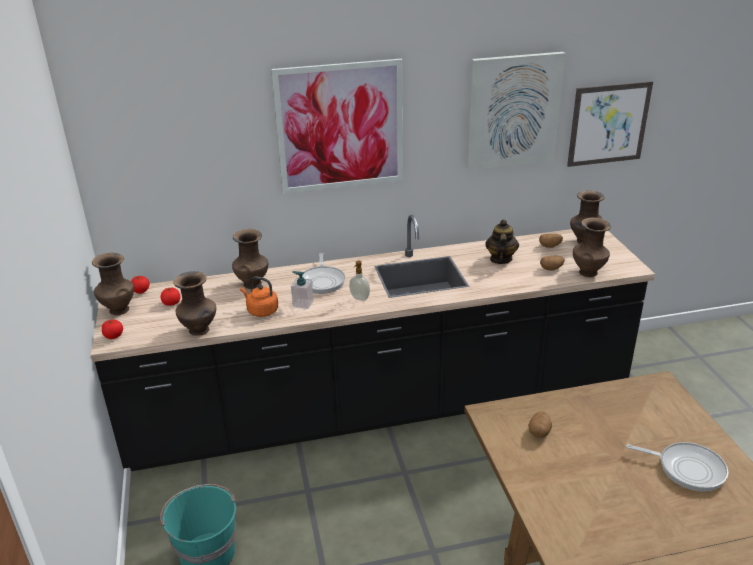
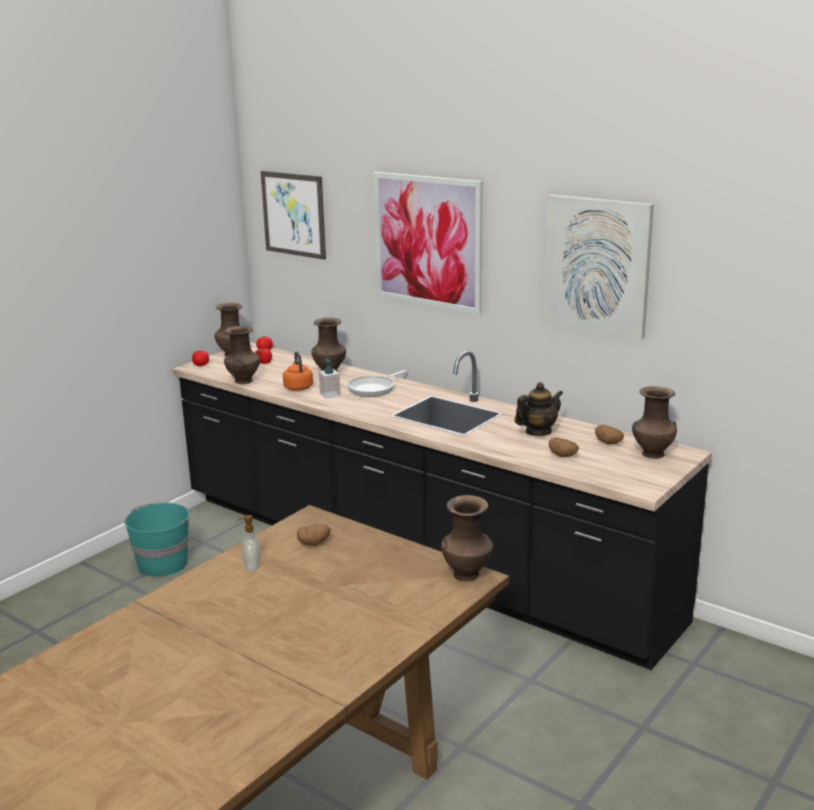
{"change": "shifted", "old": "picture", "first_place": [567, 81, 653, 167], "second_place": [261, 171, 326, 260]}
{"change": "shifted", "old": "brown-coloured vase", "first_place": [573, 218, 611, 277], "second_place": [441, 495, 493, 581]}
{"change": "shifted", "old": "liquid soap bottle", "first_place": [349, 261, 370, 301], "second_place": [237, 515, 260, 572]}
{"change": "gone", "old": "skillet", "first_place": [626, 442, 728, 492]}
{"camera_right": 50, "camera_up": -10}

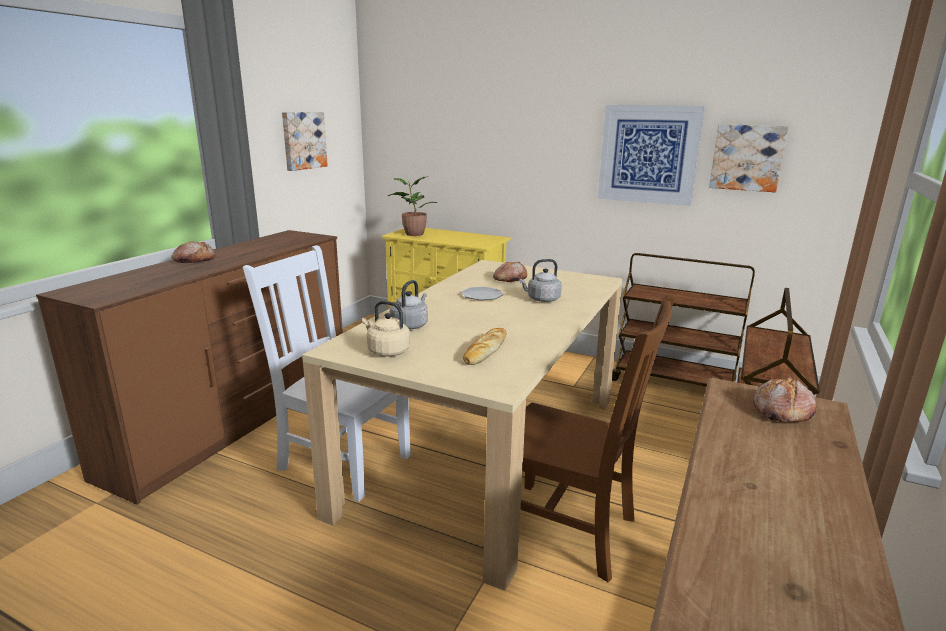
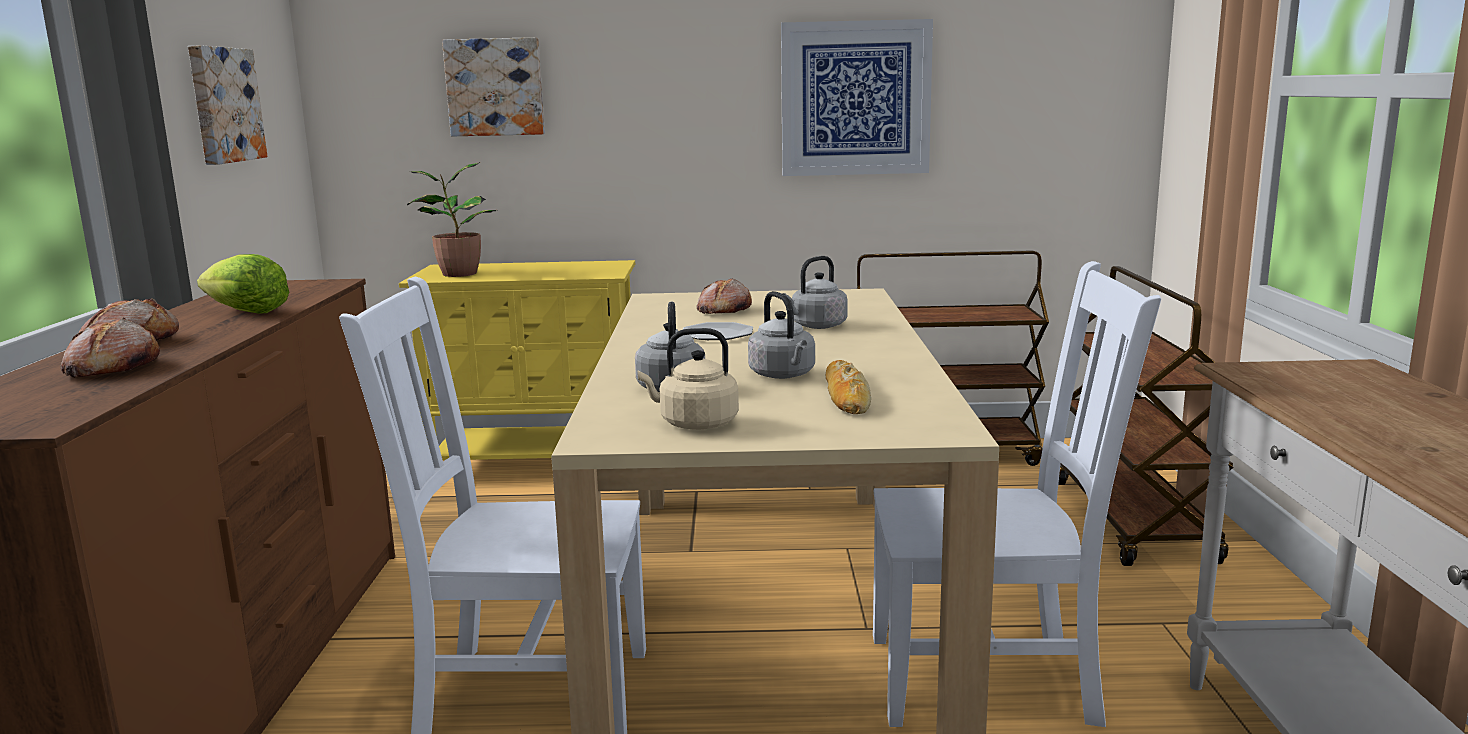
{"change": "shifted", "old": "picture", "first_place": [709, 124, 788, 192], "second_place": [442, 37, 545, 136]}
{"change": "repainted", "old": "brown-coloured chair", "new": "whitish chair", "first_place": [521, 294, 675, 582], "second_place": [873, 261, 1161, 727]}
{"change": "shifted", "old": "bakery bread", "first_place": [753, 376, 816, 422], "second_place": [61, 318, 160, 378]}
{"change": "new", "new": "lettuce head", "second_place": [197, 254, 289, 313]}
{"change": "new", "new": "gray water kettle", "second_place": [748, 291, 815, 379]}
{"camera_right": -25, "camera_up": -5}

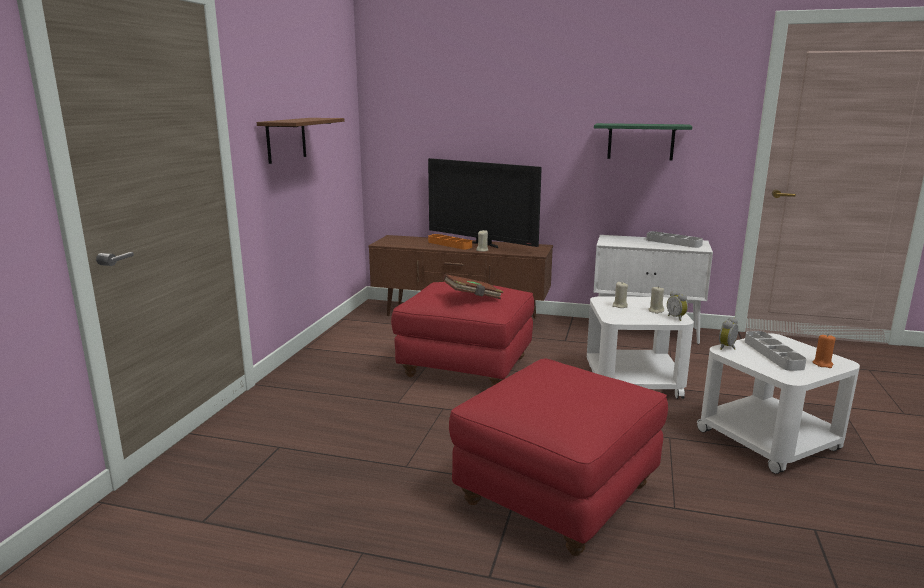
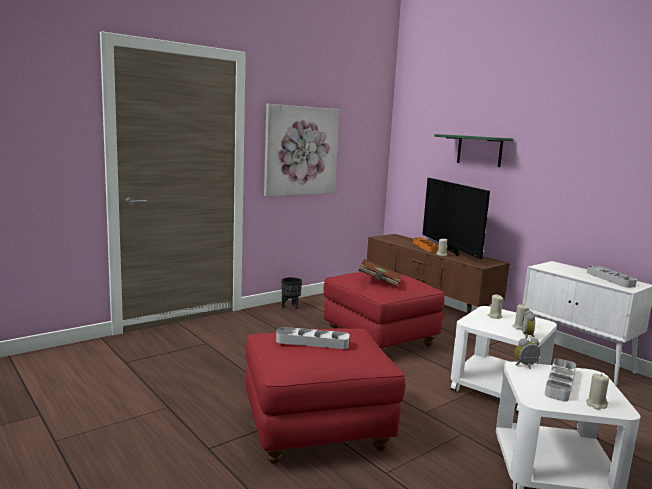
{"change": "swapped", "old": "brown-coloured wall shelf", "new": "picture", "first_place": [257, 118, 345, 164], "second_place": [264, 104, 339, 196]}
{"change": "shifted", "old": "green-coloured wall shelf", "first_place": [594, 123, 692, 160], "second_place": [434, 134, 513, 167]}
{"change": "repainted", "old": "orangey wax candle", "new": "beige-coloured wax candle", "first_place": [813, 334, 836, 368], "second_place": [586, 373, 609, 410]}
{"change": "new", "new": "blackish planter", "second_place": [282, 277, 302, 309]}
{"change": "new", "new": "gray tray", "second_place": [276, 327, 350, 349]}
{"camera_right": 35, "camera_up": -5}

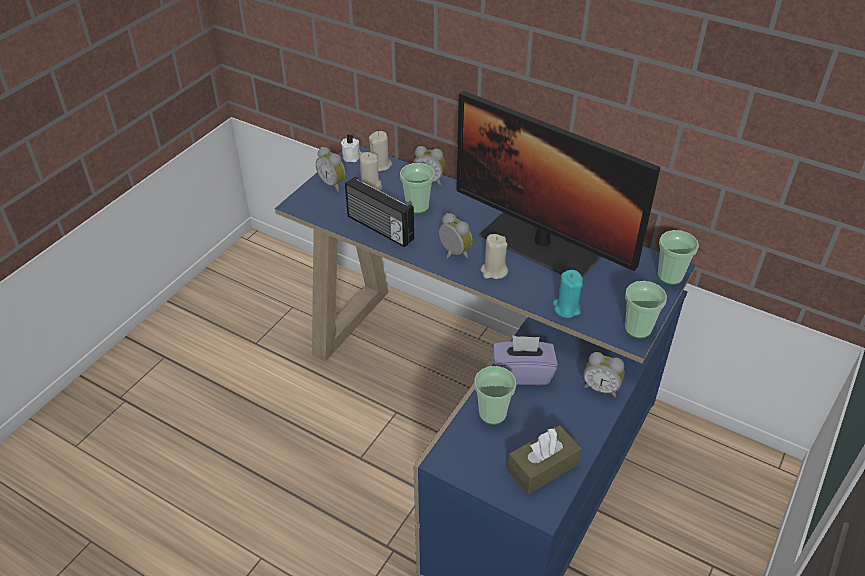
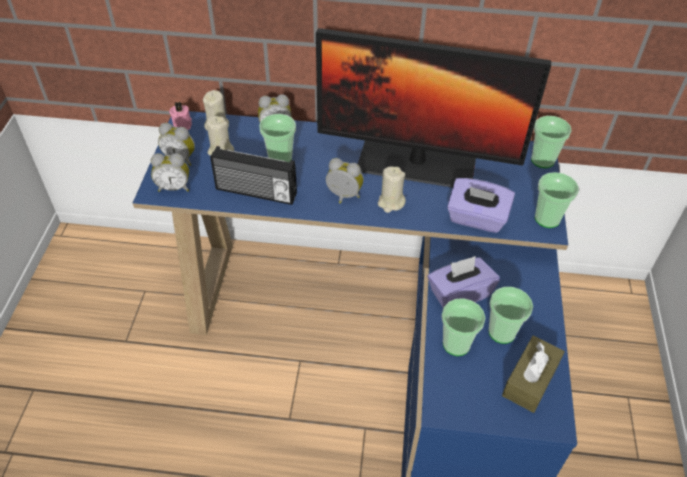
{"change": "repainted", "old": "whitish wax candle", "new": "pink-coloured wax candle", "first_place": [341, 134, 362, 162], "second_place": [169, 102, 192, 130]}
{"change": "swapped", "old": "blue-green wax candle", "new": "purplish tissue holder", "first_place": [553, 270, 583, 318], "second_place": [447, 178, 515, 233]}
{"change": "shifted", "old": "table clock", "first_place": [583, 352, 625, 397], "second_place": [151, 153, 189, 192]}
{"change": "new", "new": "drinking cup", "second_place": [488, 287, 533, 344]}
{"camera_right": -25, "camera_up": 5}

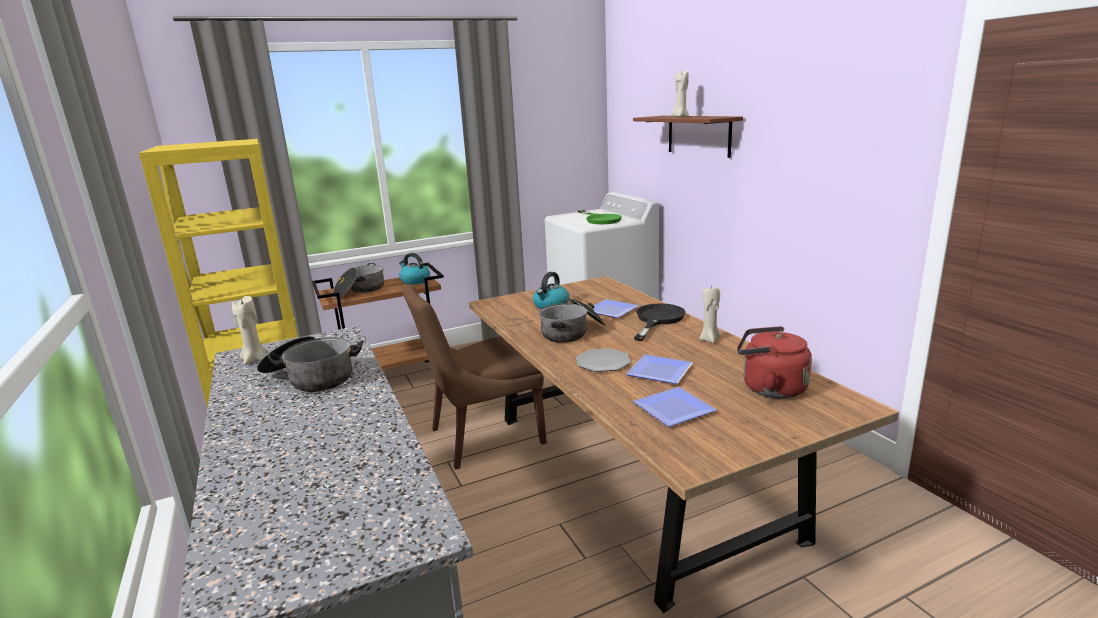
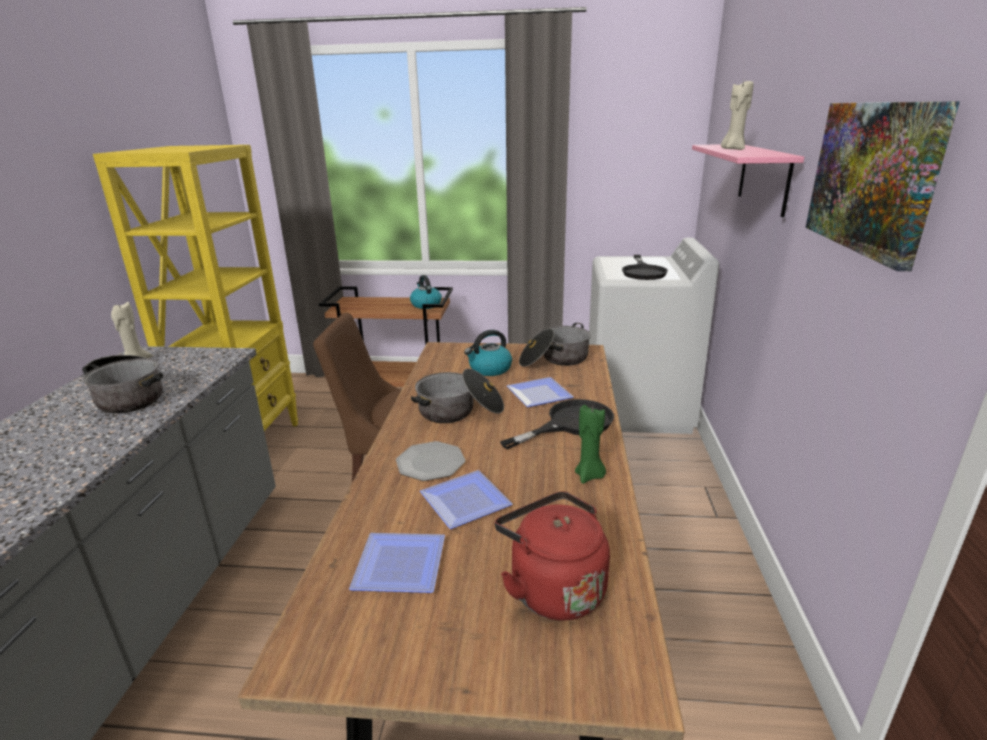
{"change": "repainted", "old": "brown-coloured wall shelf", "new": "pink-coloured wall shelf", "first_place": [633, 116, 743, 158], "second_place": [692, 144, 804, 217]}
{"change": "repainted", "old": "green-coloured skillet", "new": "blackish skillet", "first_place": [578, 210, 622, 224], "second_place": [622, 255, 668, 280]}
{"change": "shifted", "old": "stockpot", "first_place": [333, 263, 384, 298], "second_place": [519, 323, 591, 367]}
{"change": "repainted", "old": "beige-coloured wax candle", "new": "green-coloured wax candle", "first_place": [699, 284, 720, 343], "second_place": [575, 405, 606, 484]}
{"change": "new", "new": "picture", "second_place": [805, 101, 960, 271]}
{"camera_right": 30, "camera_up": 5}

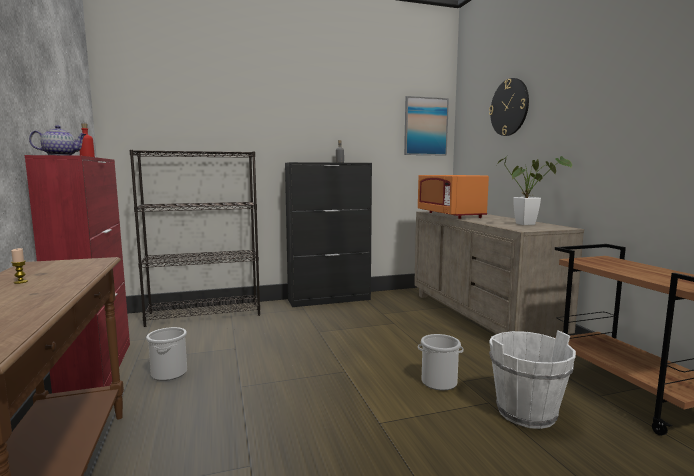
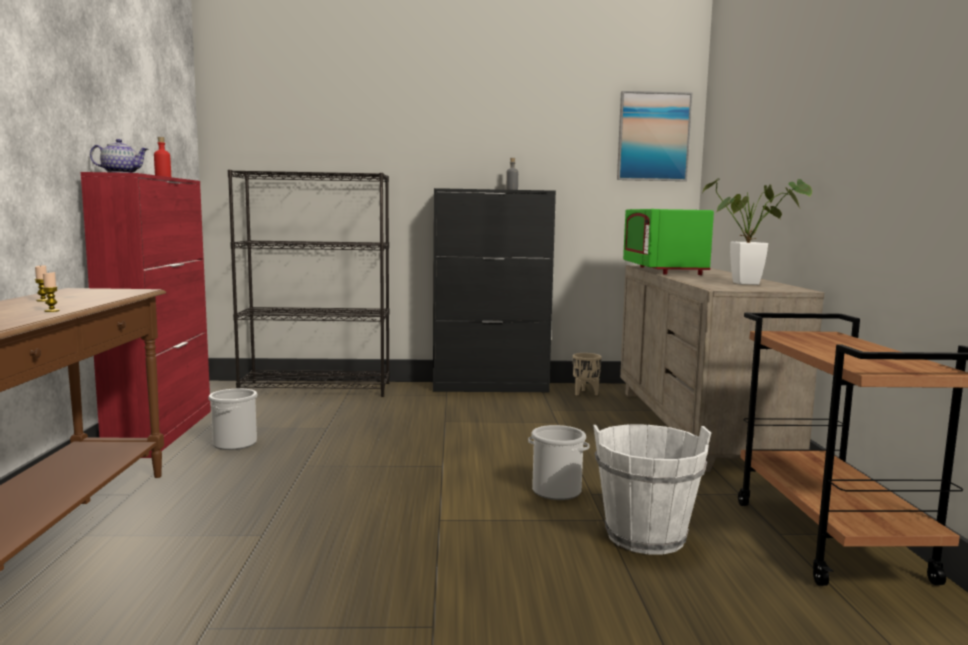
{"change": "gone", "old": "wall clock", "first_place": [489, 78, 529, 136]}
{"change": "repainted", "old": "orangey microwave", "new": "green-coloured microwave", "first_place": [418, 175, 489, 219], "second_place": [623, 209, 714, 275]}
{"change": "new", "new": "wax candle", "second_place": [42, 272, 60, 312]}
{"change": "new", "new": "beige-coloured planter", "second_place": [573, 353, 602, 395]}
{"camera_right": 15, "camera_up": 0}

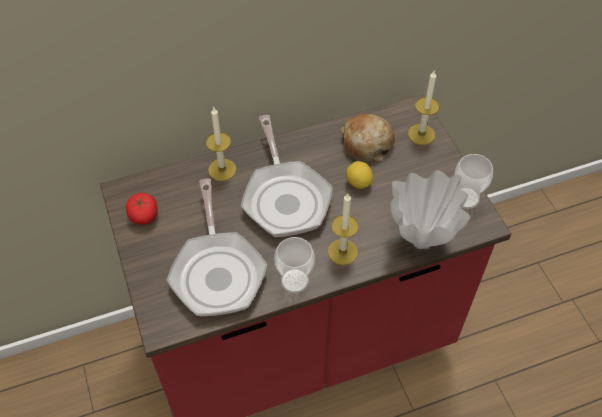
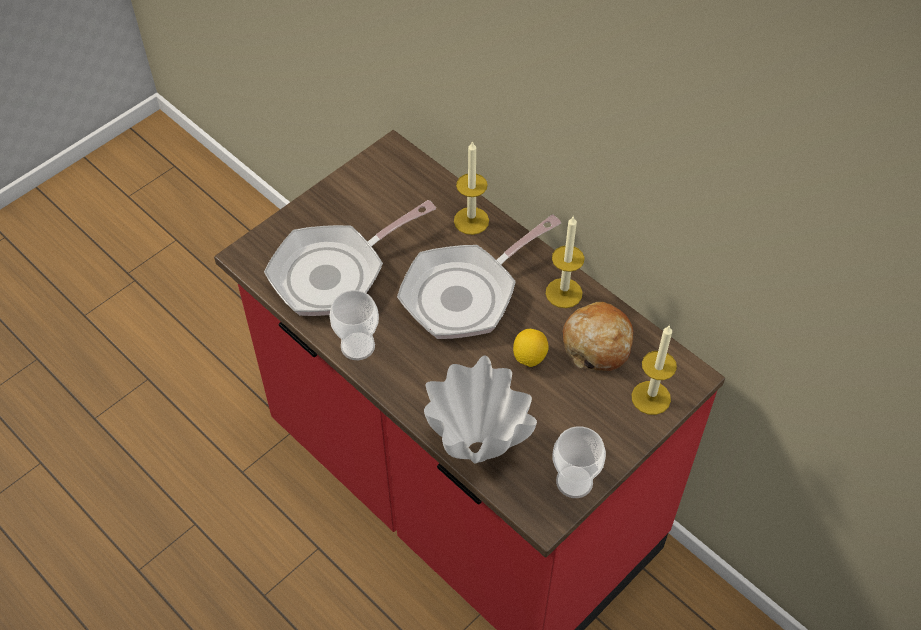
{"change": "gone", "old": "whole tomato", "first_place": [126, 193, 157, 225]}
{"change": "shifted", "old": "wax candle", "first_place": [328, 194, 359, 265], "second_place": [546, 216, 585, 308]}
{"camera_right": 65, "camera_up": 0}

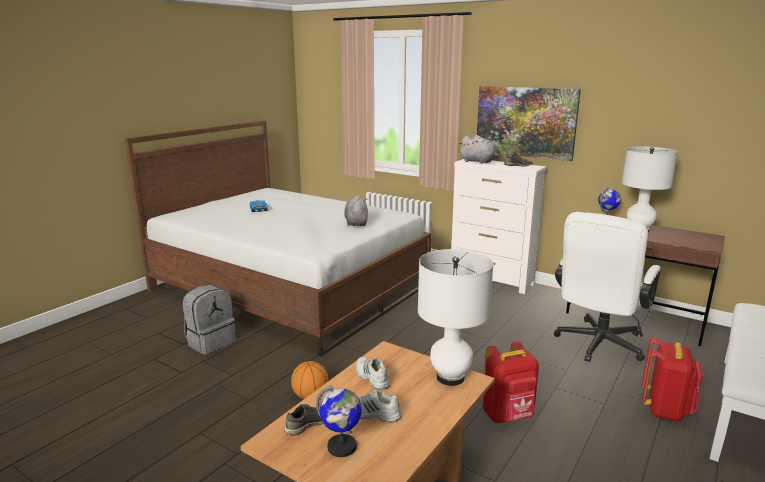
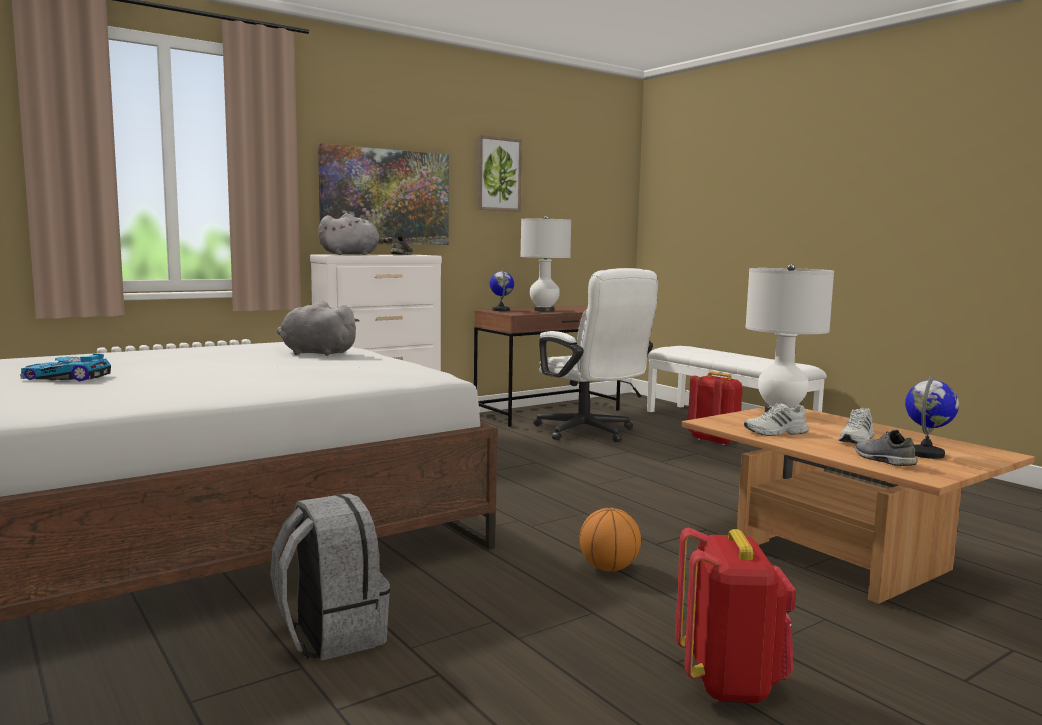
{"change": "shifted", "old": "reddish knapsack", "first_place": [483, 341, 539, 423], "second_place": [675, 528, 796, 703]}
{"change": "new", "new": "picture", "second_place": [477, 135, 522, 212]}
{"camera_right": -70, "camera_up": -10}

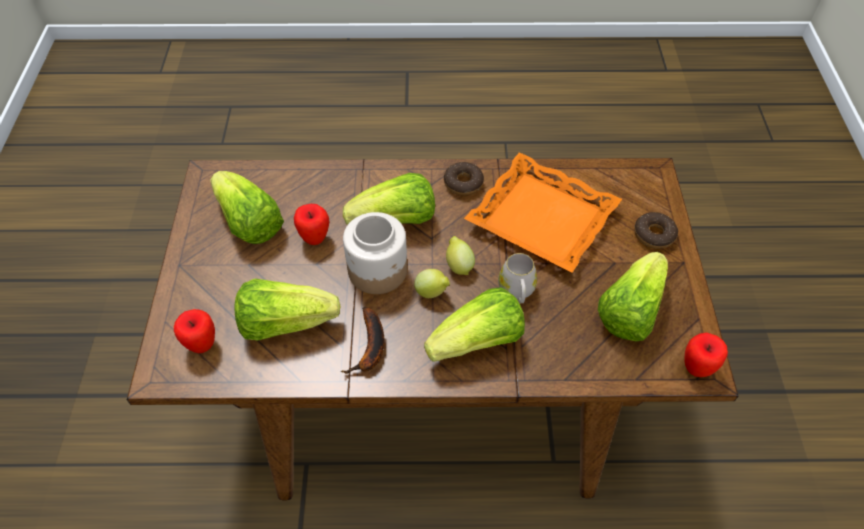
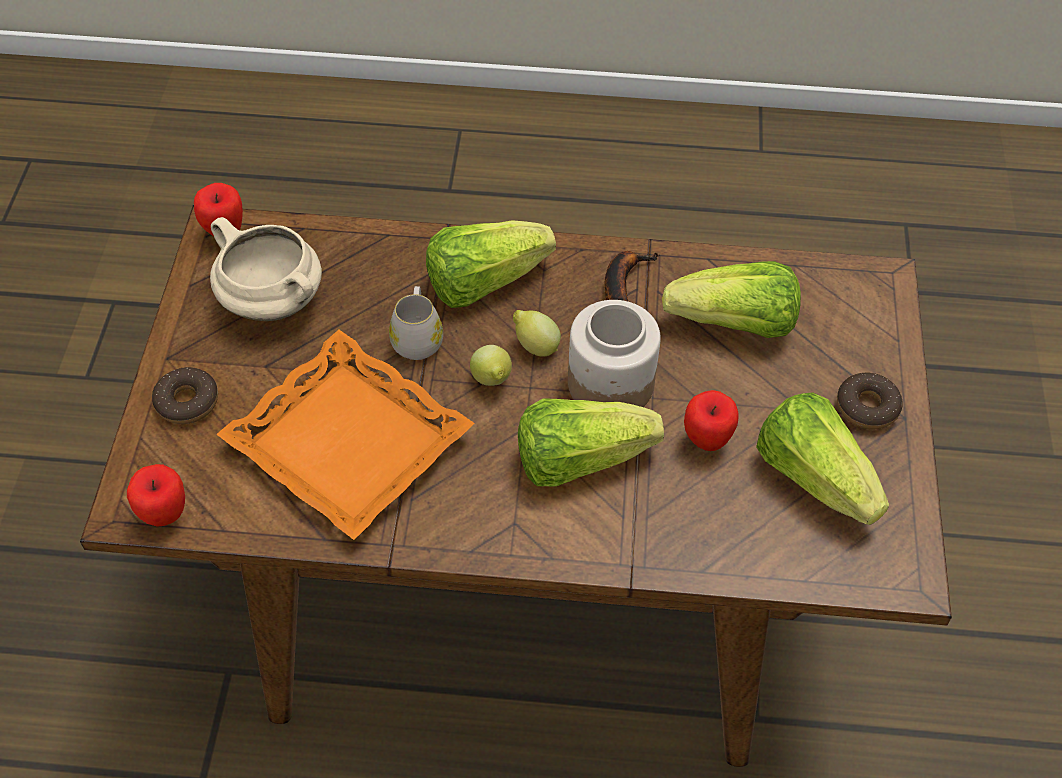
{"change": "shifted", "old": "ring doughnut", "first_place": [444, 162, 484, 196], "second_place": [837, 373, 902, 429]}
{"change": "swapped", "old": "lettuce head", "new": "beige-coloured stockpot", "first_place": [598, 252, 668, 341], "second_place": [210, 217, 322, 321]}
{"change": "shifted", "old": "whole apple", "first_place": [174, 309, 215, 353], "second_place": [127, 464, 185, 527]}
{"camera_right": -175, "camera_up": 0}

